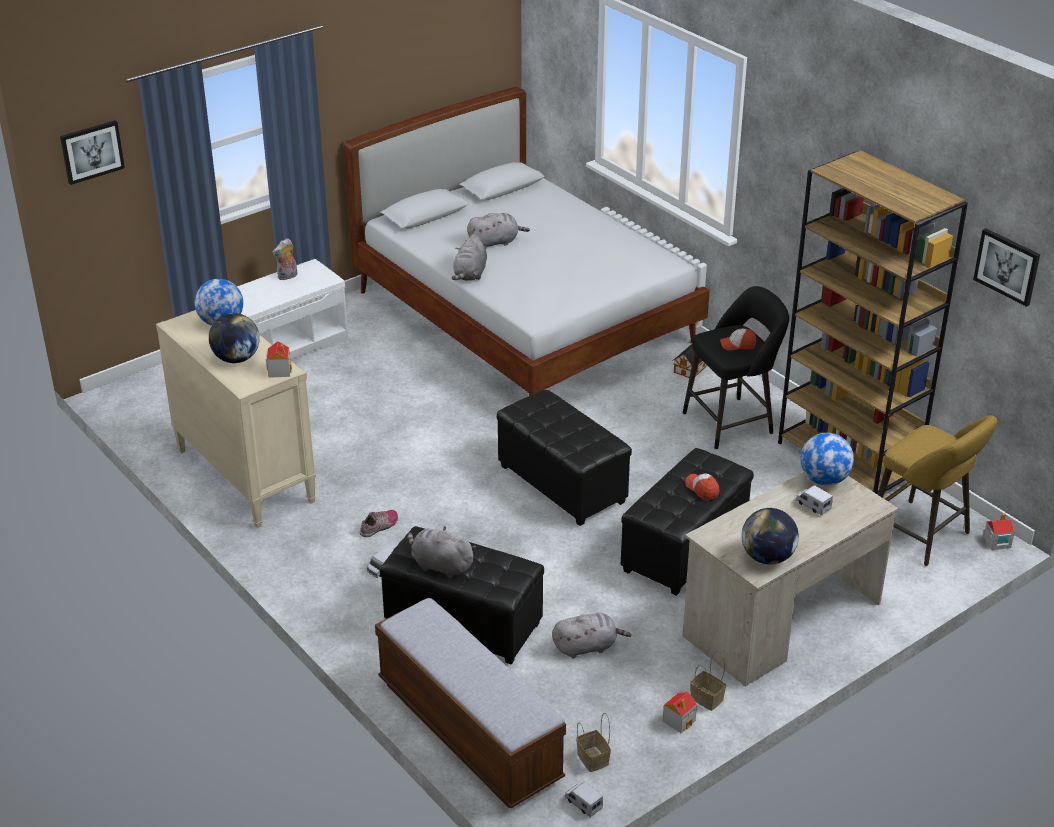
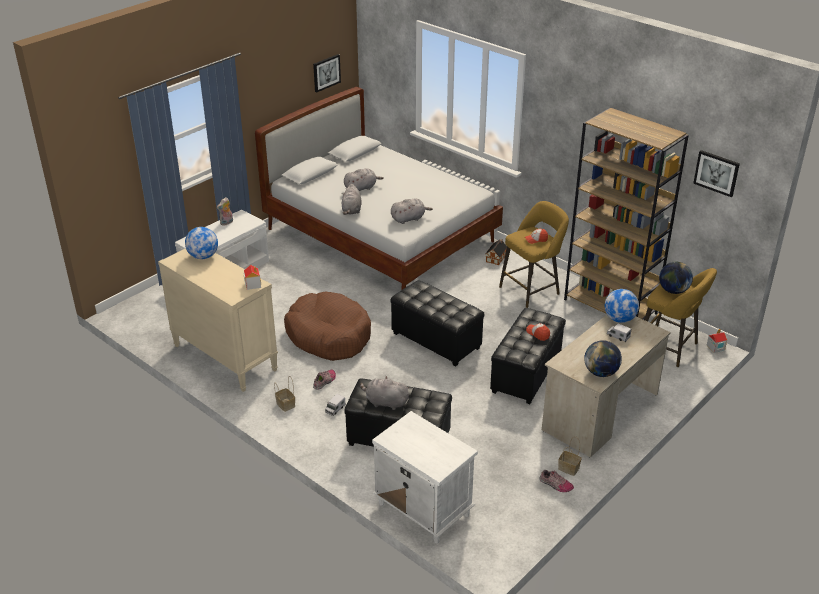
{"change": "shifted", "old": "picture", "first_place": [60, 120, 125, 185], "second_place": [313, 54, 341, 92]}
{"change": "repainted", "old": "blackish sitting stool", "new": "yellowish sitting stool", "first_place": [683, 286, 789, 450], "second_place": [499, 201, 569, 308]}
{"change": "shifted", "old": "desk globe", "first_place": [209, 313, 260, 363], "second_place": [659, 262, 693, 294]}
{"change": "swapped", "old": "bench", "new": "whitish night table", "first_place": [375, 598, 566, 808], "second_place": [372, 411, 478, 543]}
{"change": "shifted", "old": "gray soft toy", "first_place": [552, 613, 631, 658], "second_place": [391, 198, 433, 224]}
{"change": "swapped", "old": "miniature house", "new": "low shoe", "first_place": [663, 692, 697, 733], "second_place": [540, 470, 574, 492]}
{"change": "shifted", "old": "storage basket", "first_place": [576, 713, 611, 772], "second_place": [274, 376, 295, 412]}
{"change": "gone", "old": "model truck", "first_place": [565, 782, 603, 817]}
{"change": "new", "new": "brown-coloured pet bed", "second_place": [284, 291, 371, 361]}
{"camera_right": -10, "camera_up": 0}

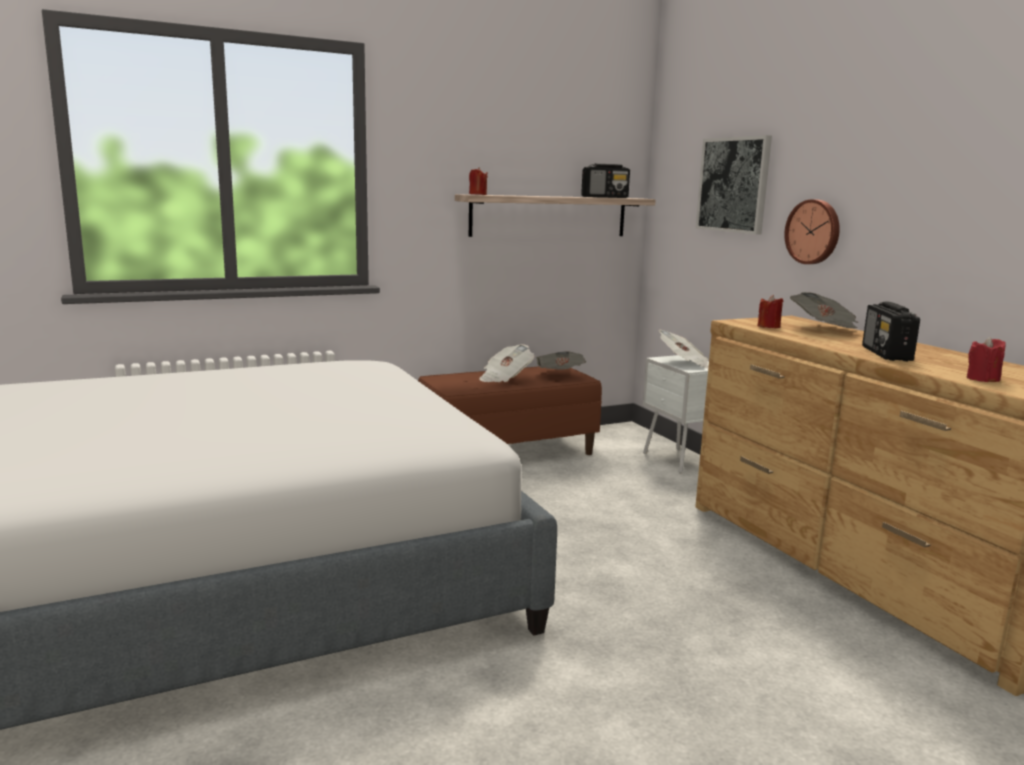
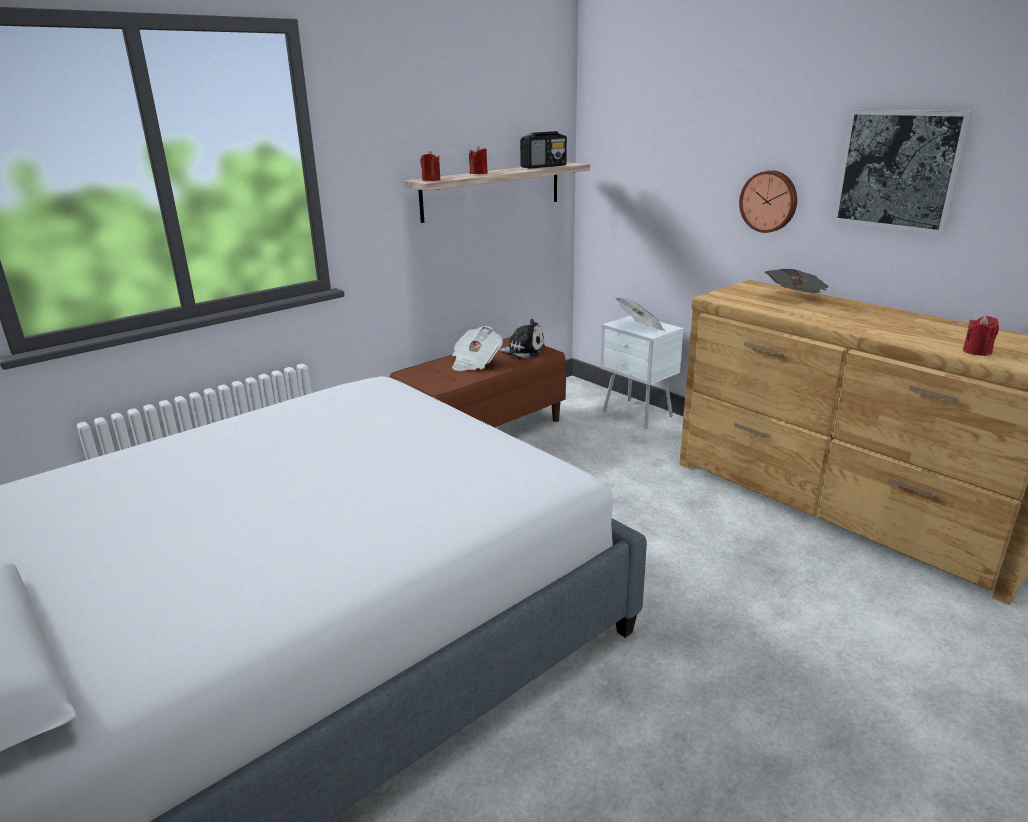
{"change": "shifted", "old": "picture", "first_place": [696, 135, 772, 235], "second_place": [833, 110, 973, 234]}
{"change": "shifted", "old": "reddish wax candle", "first_place": [757, 295, 783, 328], "second_place": [469, 146, 488, 174]}
{"change": "gone", "old": "radio receiver", "first_place": [862, 301, 920, 361]}
{"change": "swapped", "old": "daily paper", "new": "soft toy", "first_place": [536, 351, 586, 370], "second_place": [498, 319, 545, 358]}
{"camera_right": -15, "camera_up": 10}

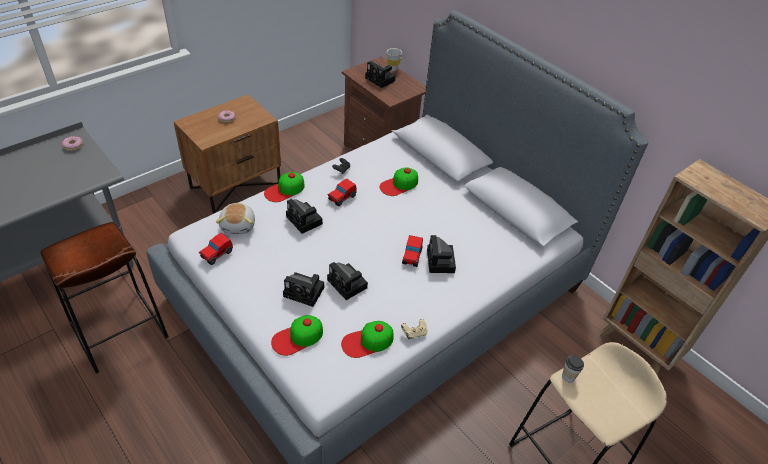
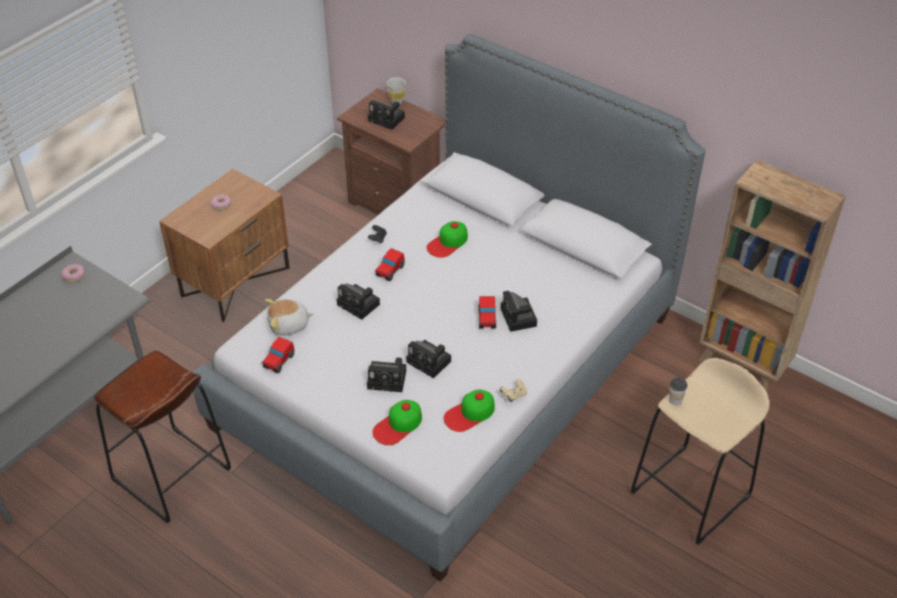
{"change": "gone", "old": "cap", "first_place": [264, 172, 305, 202]}
{"change": "rotated", "old": "soft toy", "first_place": [216, 203, 255, 234], "second_place": [265, 299, 314, 336], "degrees": 90}
{"camera_right": -10, "camera_up": 0}

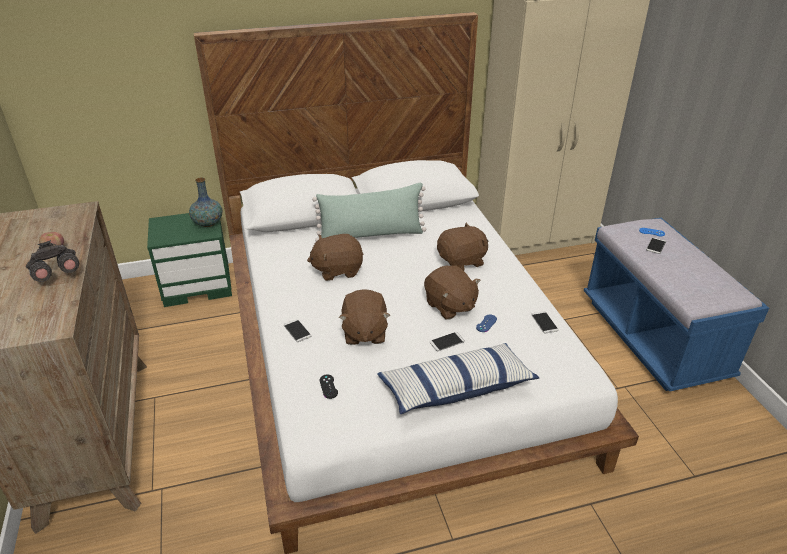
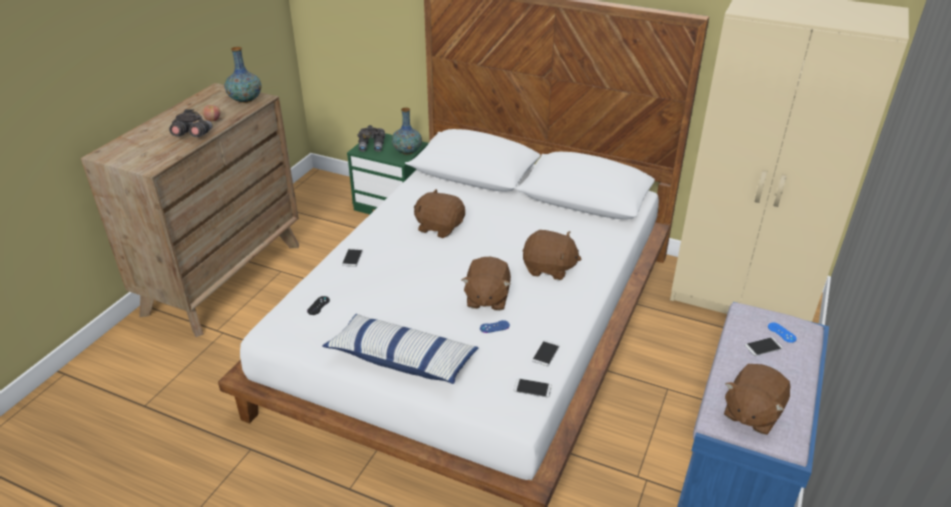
{"change": "gone", "old": "green-coloured cushion", "first_place": [312, 183, 426, 242]}
{"change": "shifted", "old": "brown-coloured soft toy", "first_place": [339, 289, 390, 345], "second_place": [724, 364, 790, 435]}
{"change": "shifted", "old": "handset", "first_place": [430, 332, 465, 351], "second_place": [514, 379, 552, 398]}
{"change": "new", "new": "vase", "second_place": [224, 47, 261, 103]}
{"change": "new", "new": "gray field glasses", "second_place": [357, 125, 385, 152]}
{"camera_right": 40, "camera_up": 0}

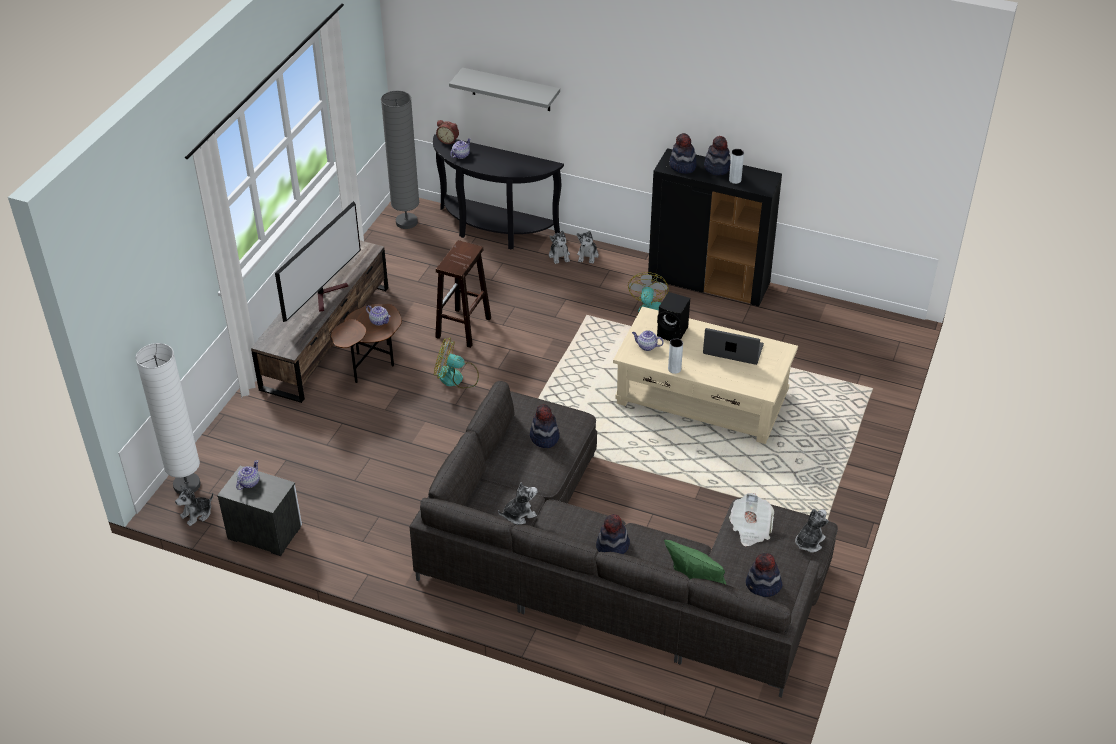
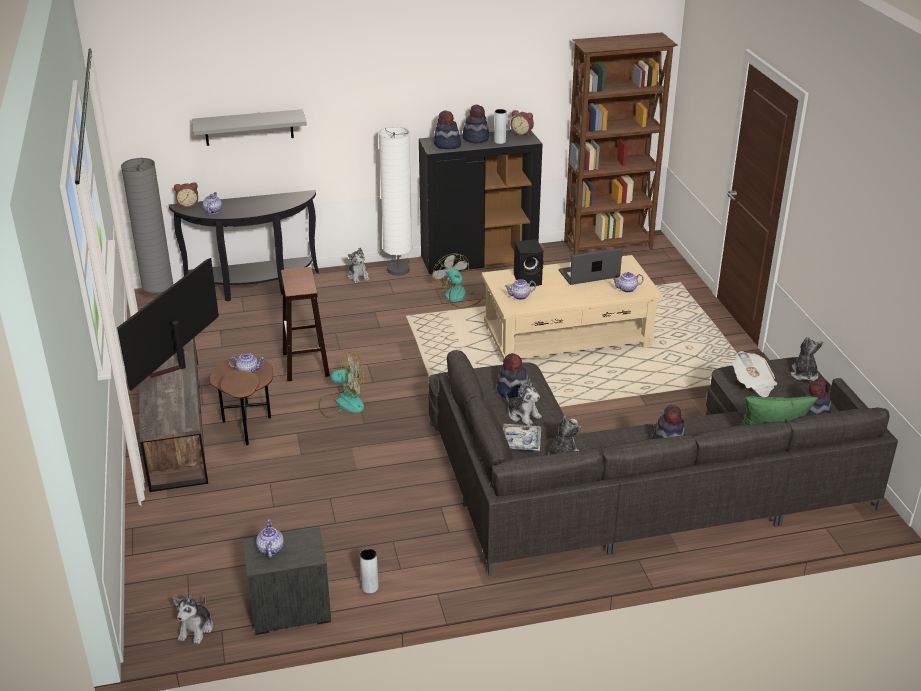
{"change": "rotated", "old": "television", "first_place": [275, 201, 361, 322], "second_place": [117, 258, 219, 391], "degrees": -150}
{"change": "shifted", "old": "soft toy", "first_place": [549, 231, 570, 264], "second_place": [505, 379, 542, 425]}
{"change": "rotated", "old": "electric fan", "first_place": [434, 338, 479, 388], "second_place": [319, 352, 364, 418], "degrees": -150}
{"change": "shifted", "old": "gray vase", "first_place": [668, 338, 683, 374], "second_place": [360, 549, 378, 593]}
{"change": "shifted", "old": "whitish floor lamp", "first_place": [136, 343, 200, 494], "second_place": [378, 126, 412, 276]}
{"change": "new", "new": "brown-coloured bookshelf", "second_place": [564, 32, 678, 255]}
{"change": "new", "new": "table clock", "second_place": [510, 110, 534, 136]}
{"change": "new", "new": "teapot", "second_place": [612, 272, 644, 293]}
{"change": "new", "new": "tray", "second_place": [503, 424, 541, 451]}
{"camera_right": -35, "camera_up": -10}

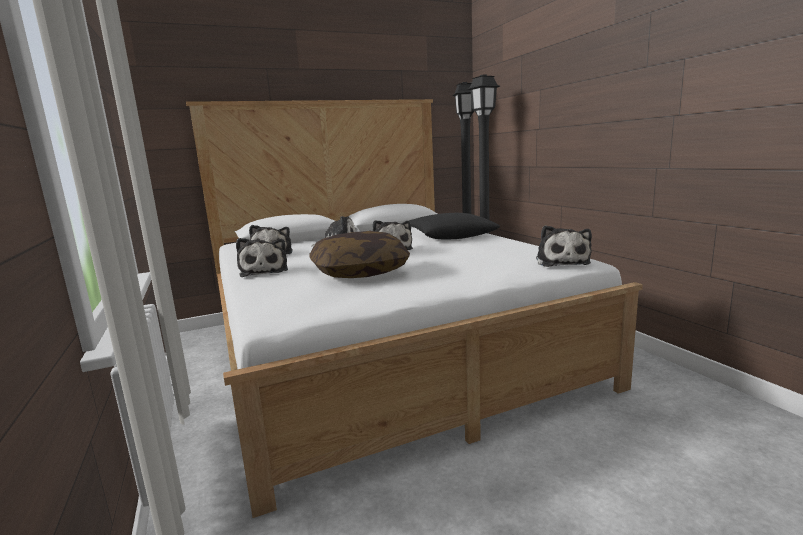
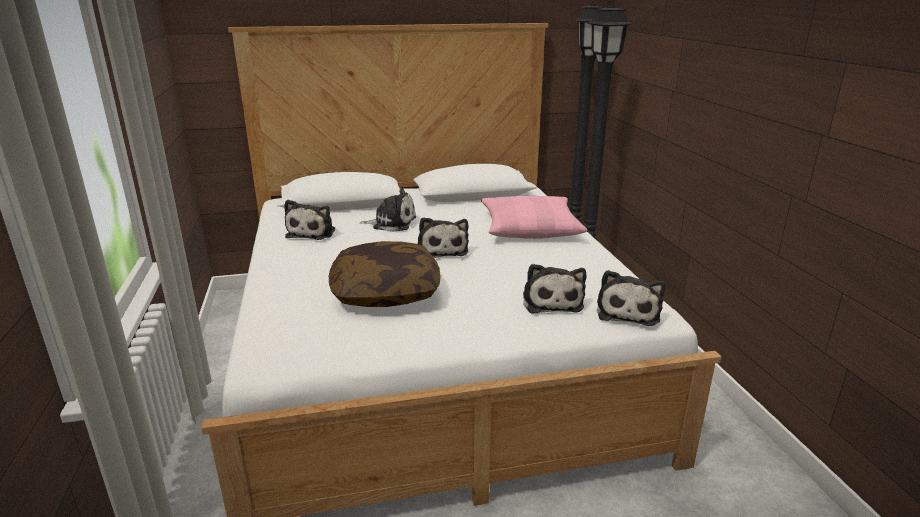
{"change": "repainted", "old": "blackish cushion", "new": "pink-coloured cushion", "first_place": [409, 213, 500, 239], "second_place": [481, 196, 587, 239]}
{"change": "shifted", "old": "soft toy", "first_place": [236, 238, 288, 277], "second_place": [523, 264, 586, 313]}
{"camera_right": 10, "camera_up": 10}

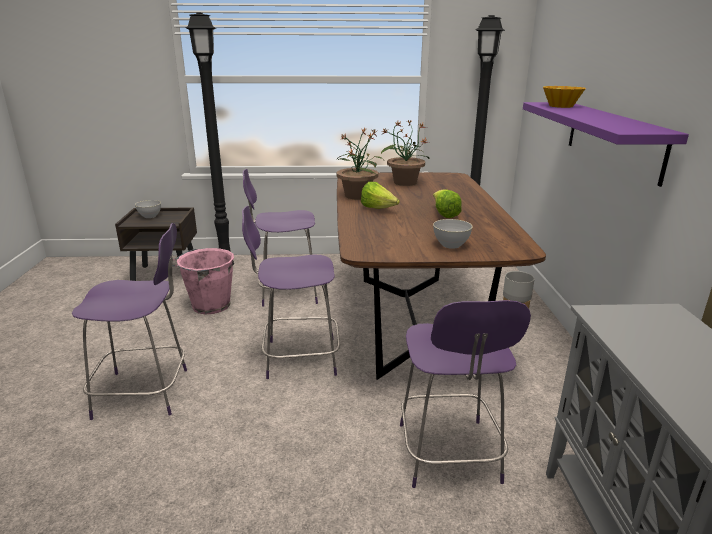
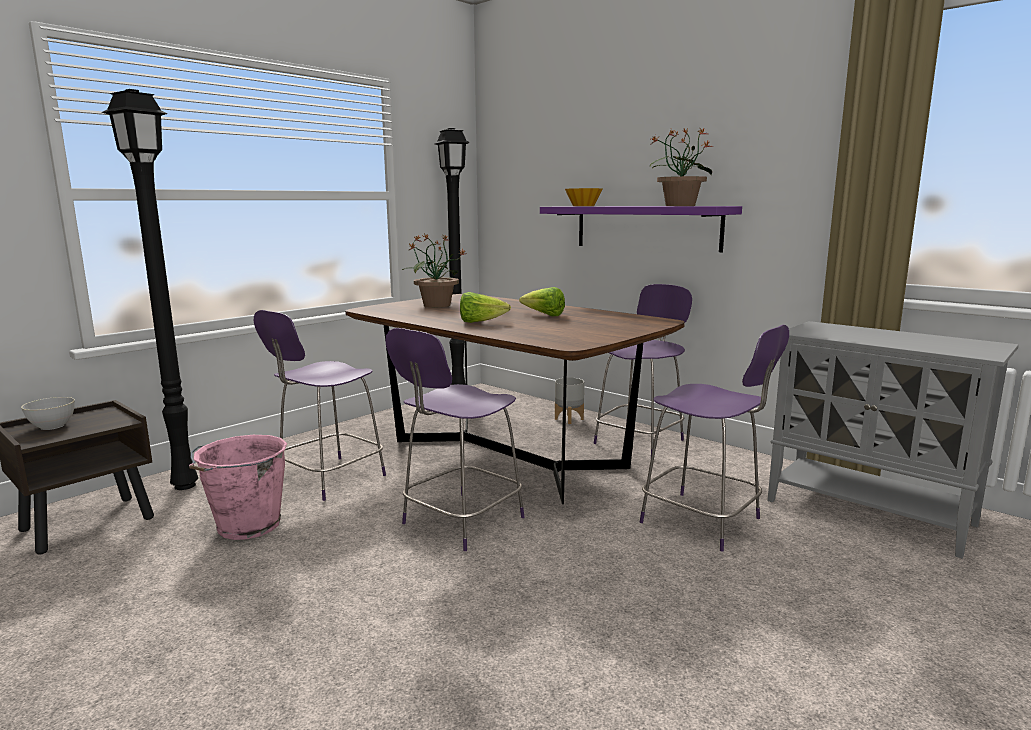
{"change": "shifted", "old": "plant in a pot", "first_place": [336, 127, 384, 199], "second_place": [650, 128, 712, 206]}
{"change": "gone", "old": "gray deep dish", "first_place": [433, 219, 473, 249]}
{"change": "shifted", "old": "purplish sitting stool", "first_place": [72, 223, 187, 420], "second_place": [594, 284, 692, 455]}
{"camera_right": -45, "camera_up": -10}

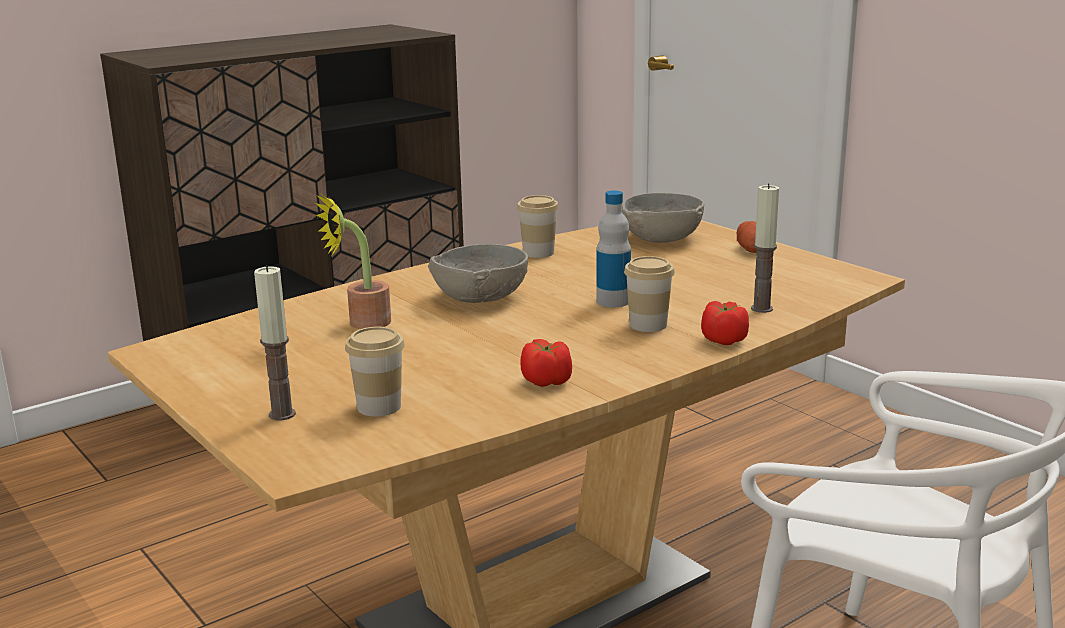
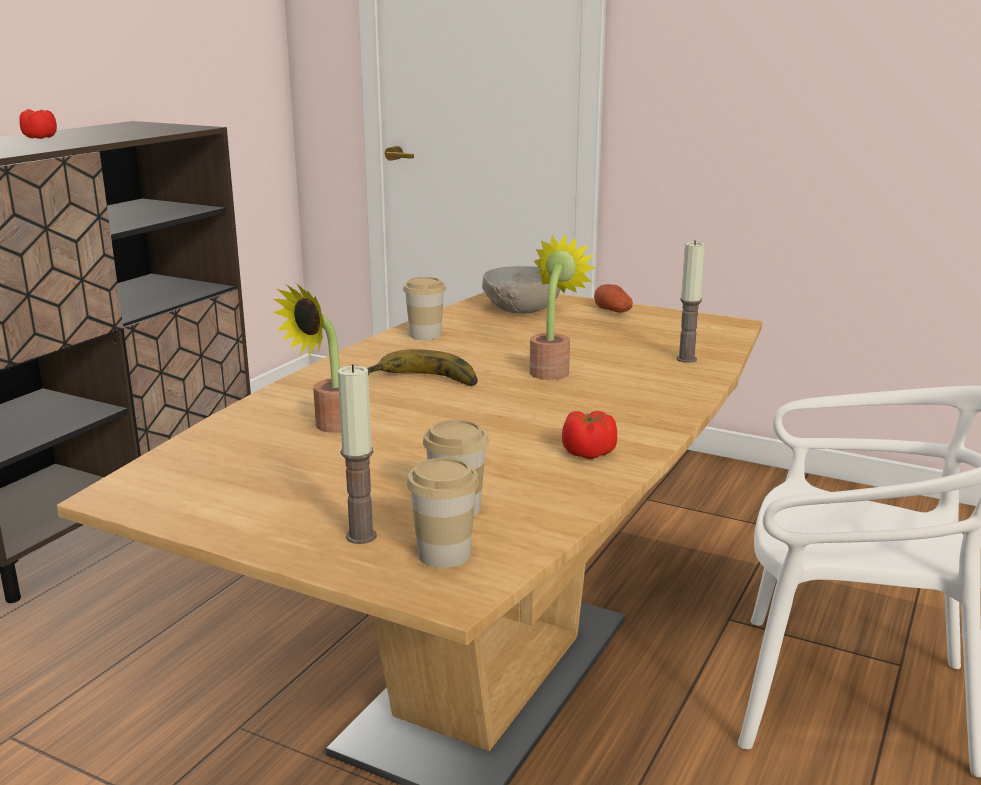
{"change": "swapped", "old": "drink bottle", "new": "plant in a pot", "first_place": [596, 190, 631, 307], "second_place": [530, 234, 596, 380]}
{"change": "swapped", "old": "gray deep dish", "new": "banana fruit", "first_place": [428, 244, 528, 303], "second_place": [368, 349, 478, 386]}
{"change": "shifted", "old": "drinking cup", "first_place": [624, 256, 675, 332], "second_place": [407, 457, 479, 568]}
{"change": "shifted", "old": "whole tomato", "first_place": [701, 301, 749, 345], "second_place": [19, 109, 57, 139]}
{"camera_right": -25, "camera_up": 0}

